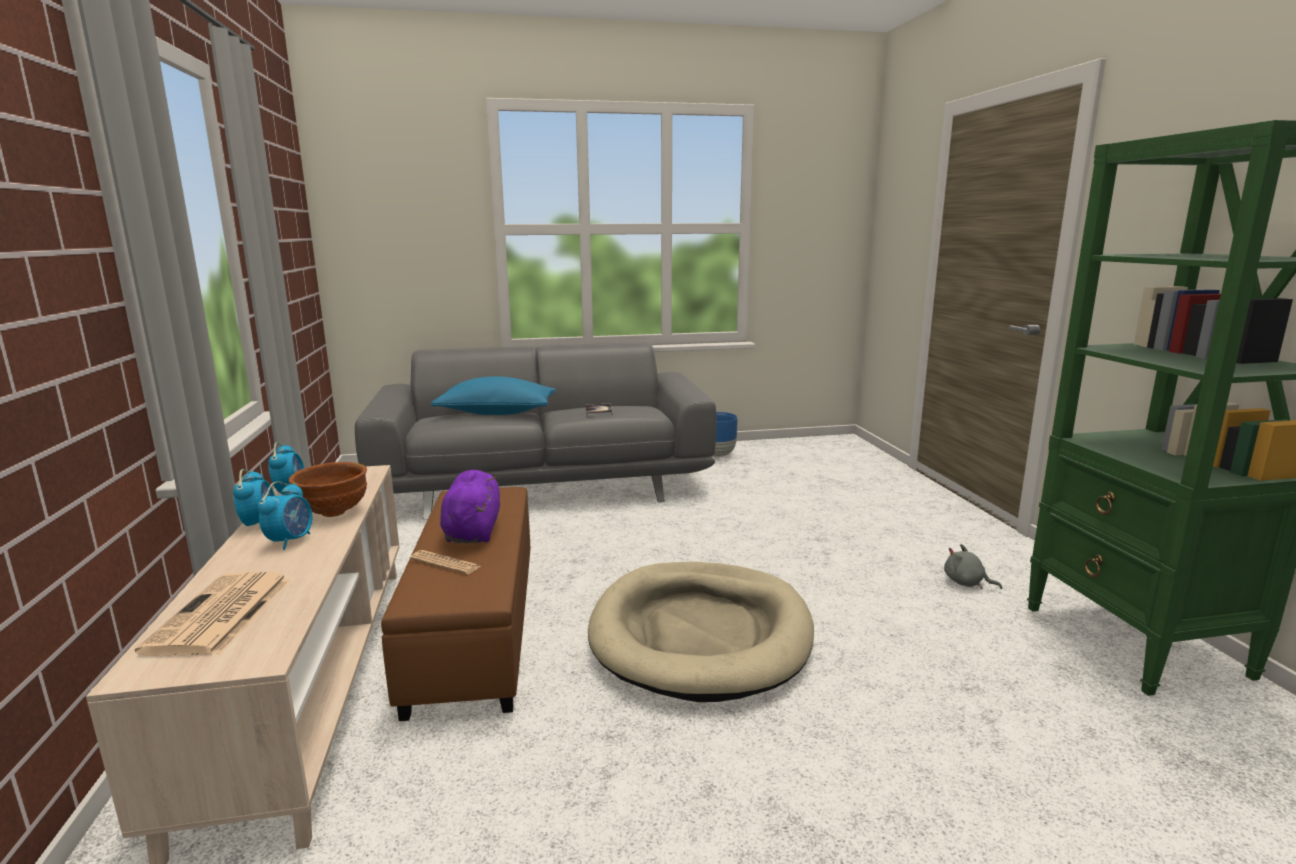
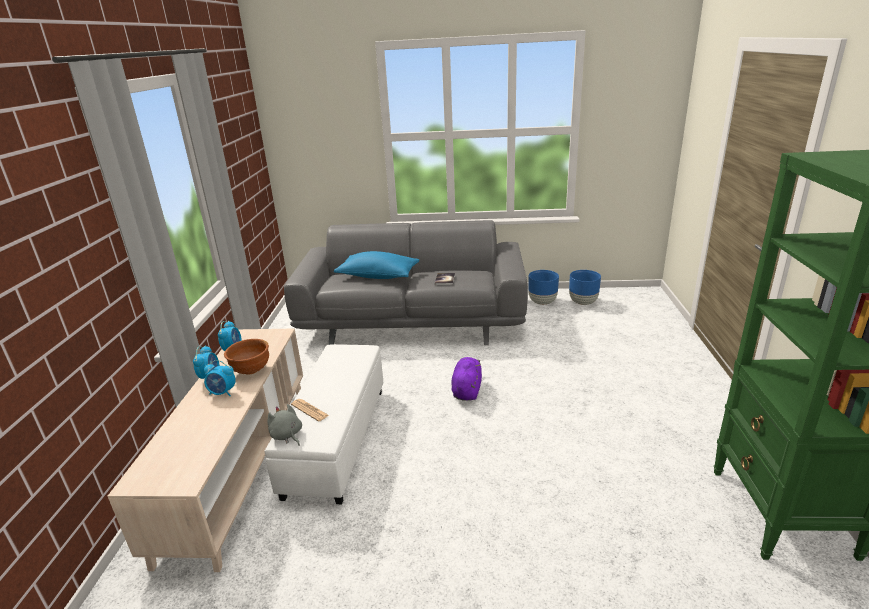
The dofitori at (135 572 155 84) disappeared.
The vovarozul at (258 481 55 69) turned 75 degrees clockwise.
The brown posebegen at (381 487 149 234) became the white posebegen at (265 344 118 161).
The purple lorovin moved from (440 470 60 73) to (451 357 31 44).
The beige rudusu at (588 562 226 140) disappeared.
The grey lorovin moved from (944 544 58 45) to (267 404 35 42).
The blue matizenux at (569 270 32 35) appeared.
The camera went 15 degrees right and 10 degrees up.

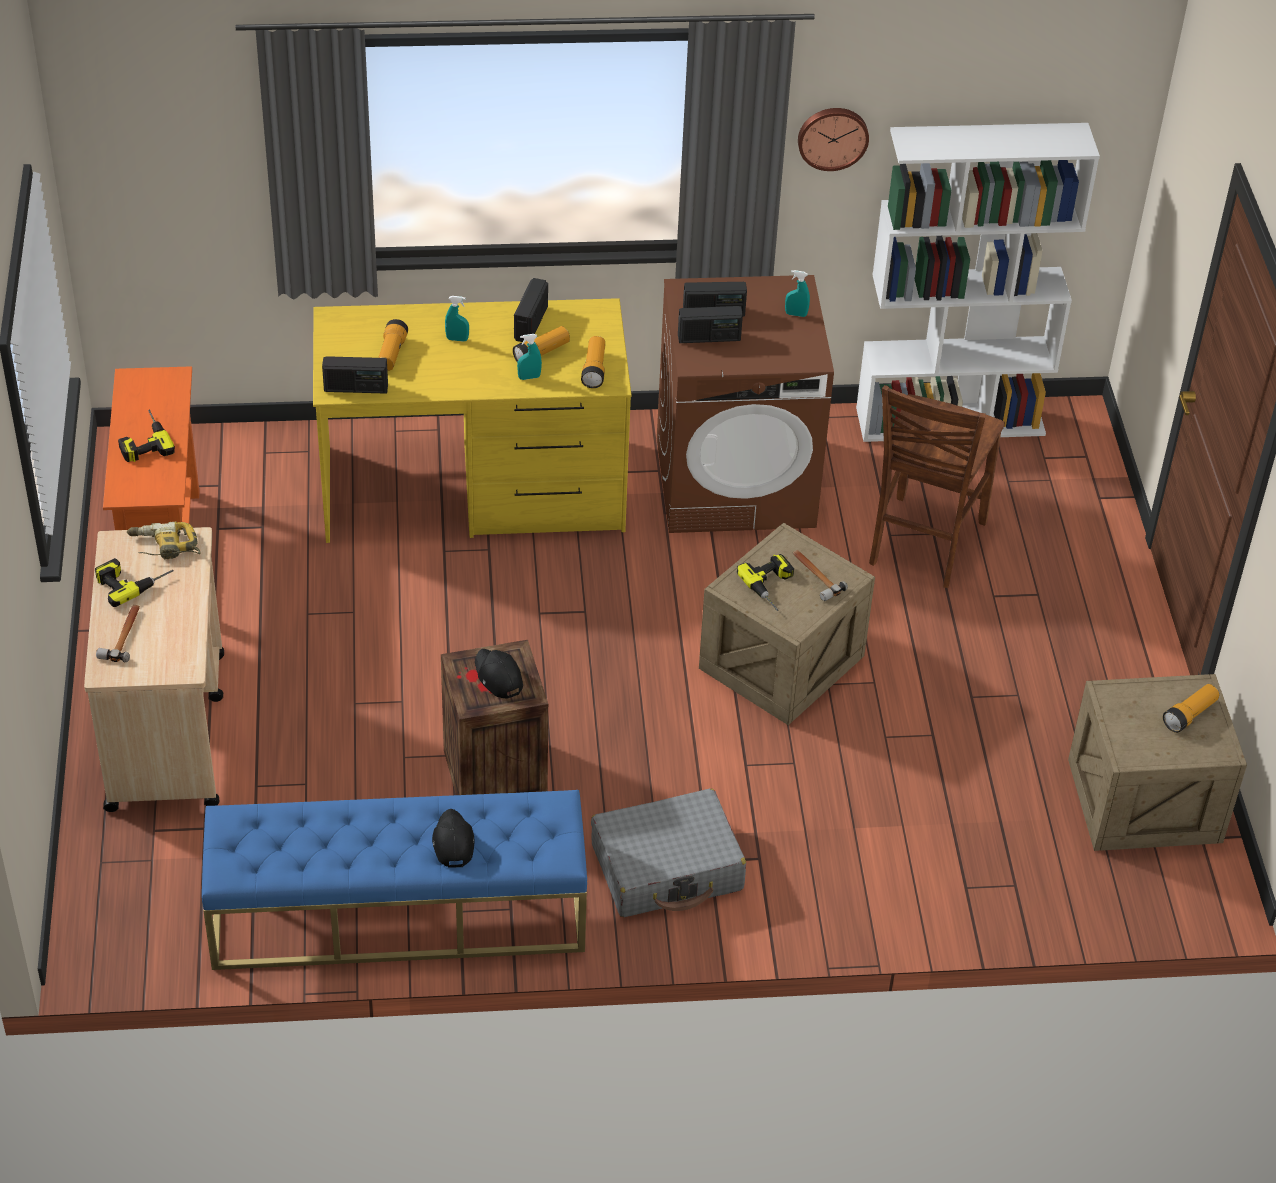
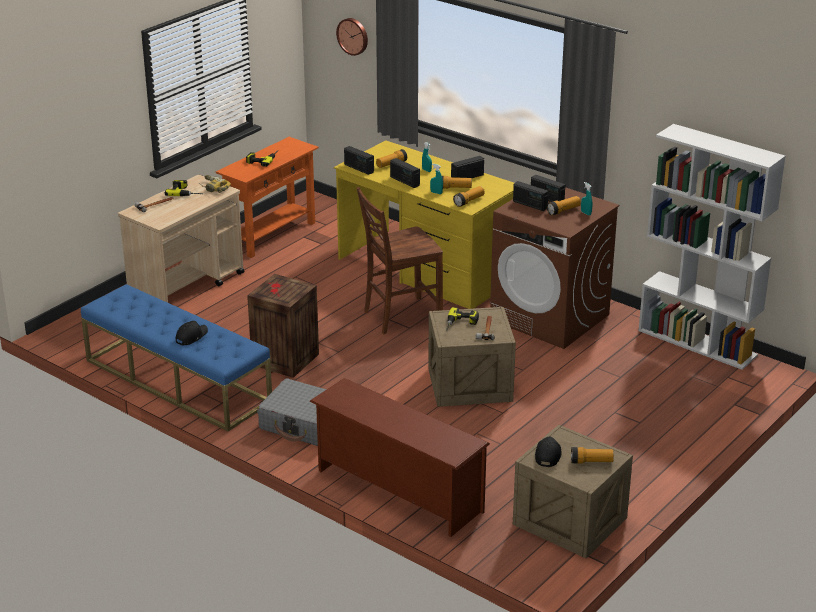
The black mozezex moved from (475 649 48 50) to (535 436 27 31).
The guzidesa moved from (798 108 71 63) to (336 18 32 38).
The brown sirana moved from (869 385 136 203) to (357 187 86 147).
The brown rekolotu at (309 378 181 159) appeared.
The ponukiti at (390 158 30 30) appeared.
The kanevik at (547 196 34 19) appeared.
The camera went 45 degrees right and 15 degrees down.

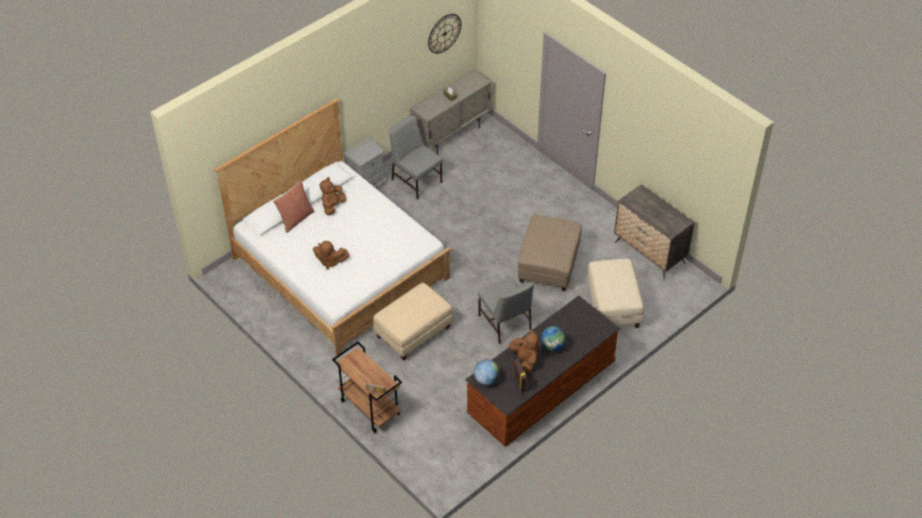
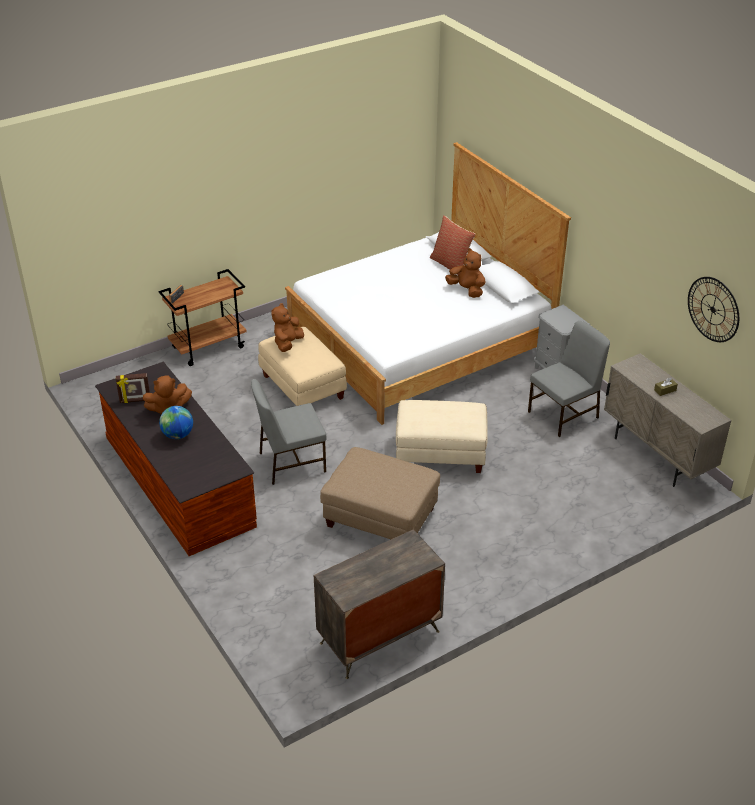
The brown lorovin moved from (313 241 36 28) to (271 303 33 49).
The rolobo at (474 360 26 25) disappeared.
The beige posebegen moved from (587 259 57 69) to (396 400 92 73).
The camera went 100 degrees right and 10 degrees down.

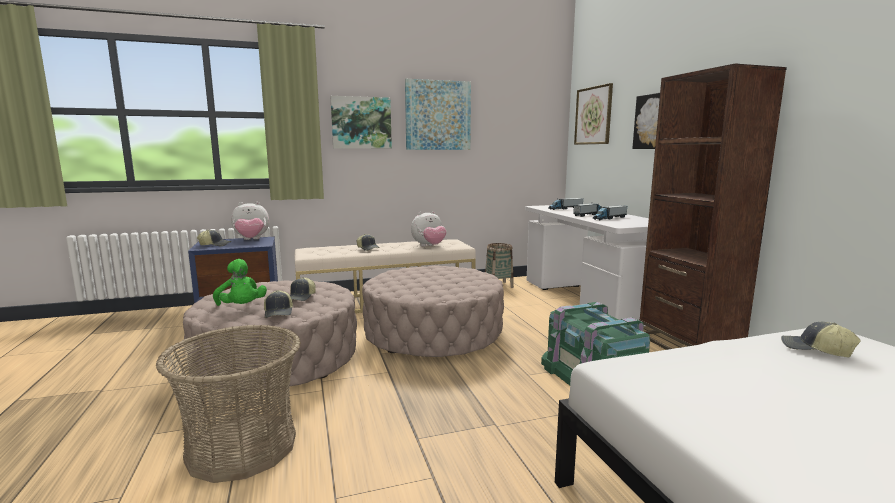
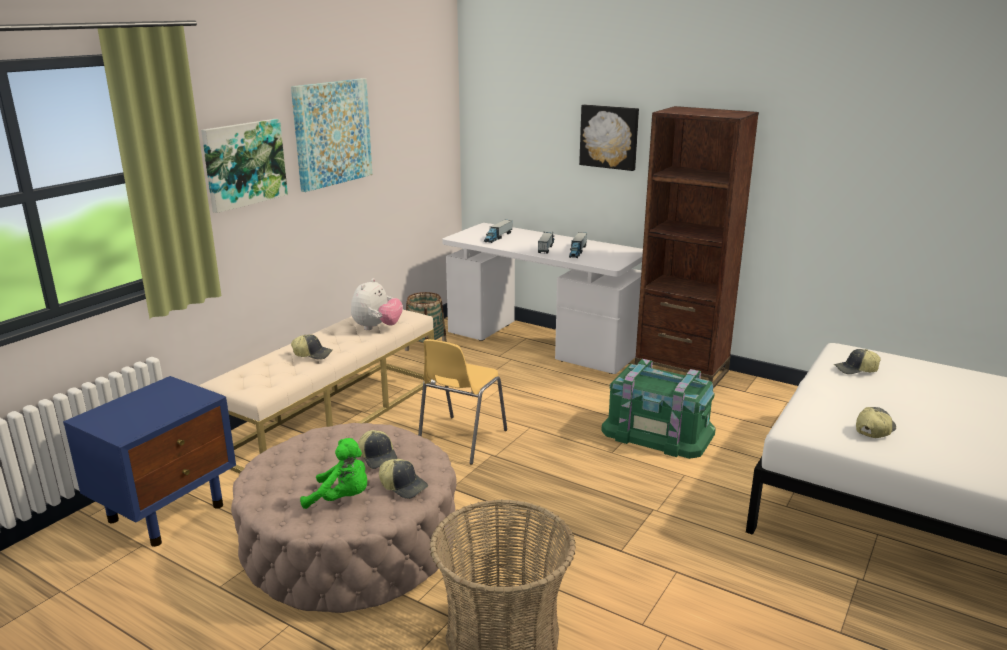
The mozezex moved from (197 230 34 16) to (856 407 40 31).
The lorovin at (231 202 38 38) disappeared.
The beige posebegen at (362 265 142 92) was replaced by the yellow sirana at (418 339 89 126).
The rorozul at (574 83 39 62) disappeared.
The camera went 40 degrees left and 10 degrees up.

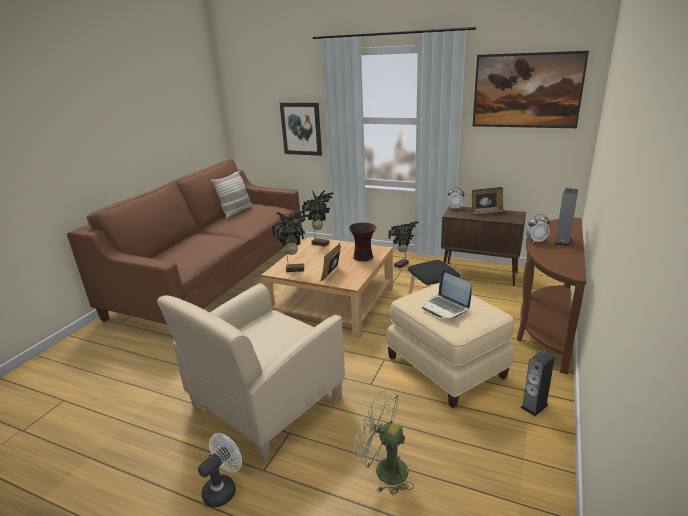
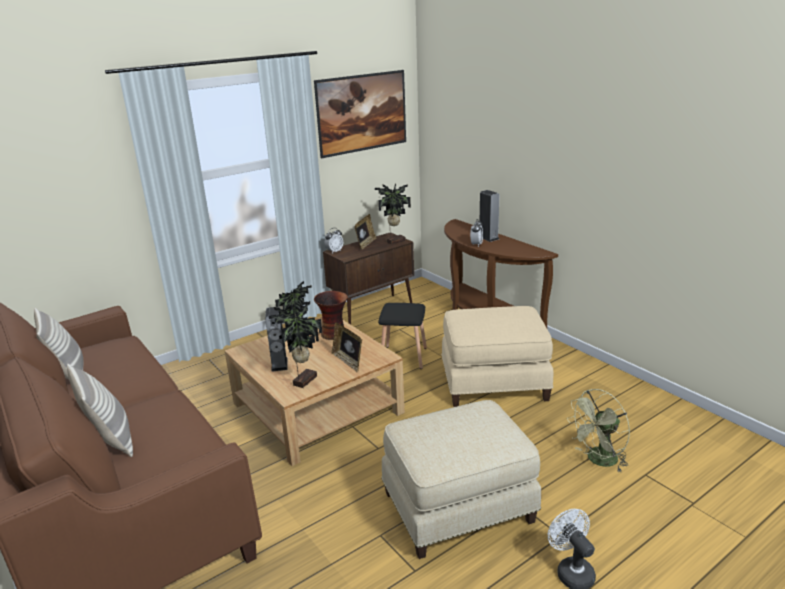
The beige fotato at (157 283 188 178) was replaced by the beige posebegen at (381 400 160 159).
The rorozul at (280 102 42 54) disappeared.
The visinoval moved from (302 190 31 57) to (375 184 36 61).
The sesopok at (422 270 50 48) disappeared.
The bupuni moved from (521 350 34 66) to (265 307 23 65).
The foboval at (67 363 66 94) appeared.
The camera went 60 degrees left and 0 degrees up.

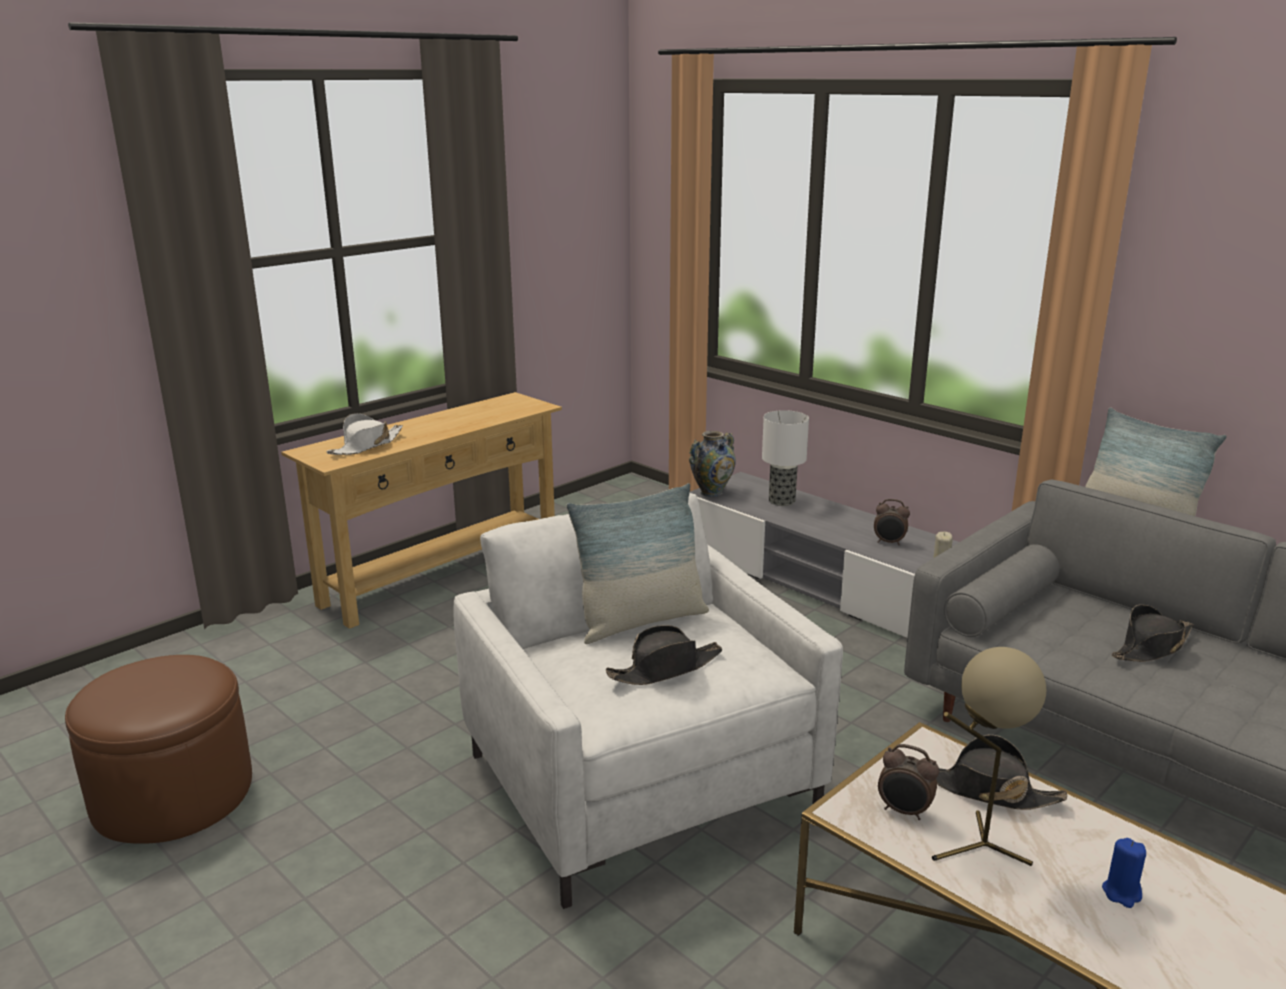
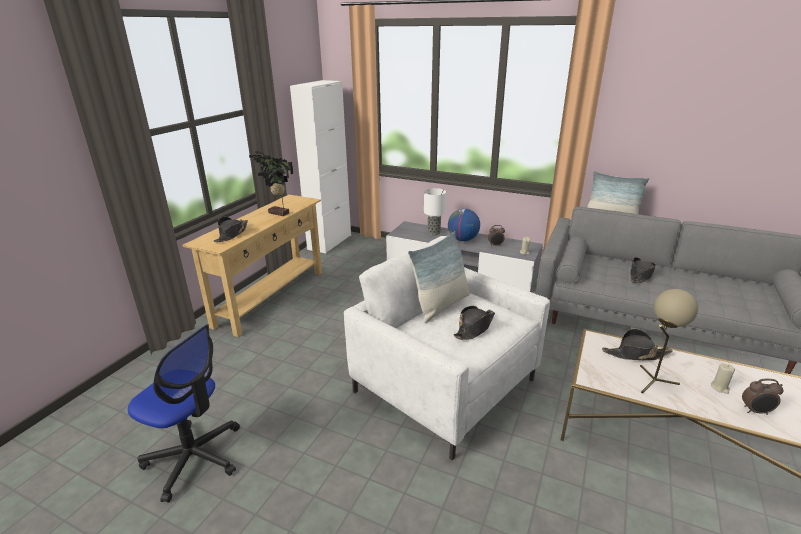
The brown posebegen at (65 655 187 189) was replaced by the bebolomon at (128 324 112 178).
The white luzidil at (327 413 76 42) became the black luzidil at (214 217 34 25).
The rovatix at (689 431 47 66) disappeared.
The vovarozul moved from (878 744 61 76) to (742 379 42 36).
The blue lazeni at (1102 838 44 70) became the beige lazeni at (711 363 24 31).
The visinoval at (249 151 44 65) appeared.
The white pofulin at (290 80 61 174) appeared.
The rolobo at (448 209 32 32) appeared.
The camera went 20 degrees left and 5 degrees up.

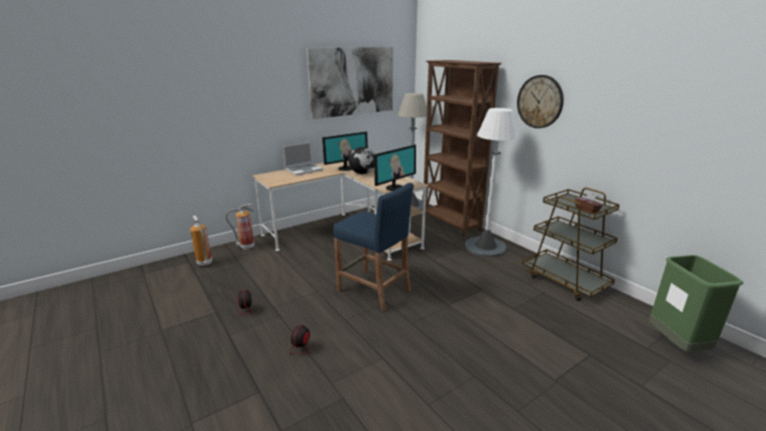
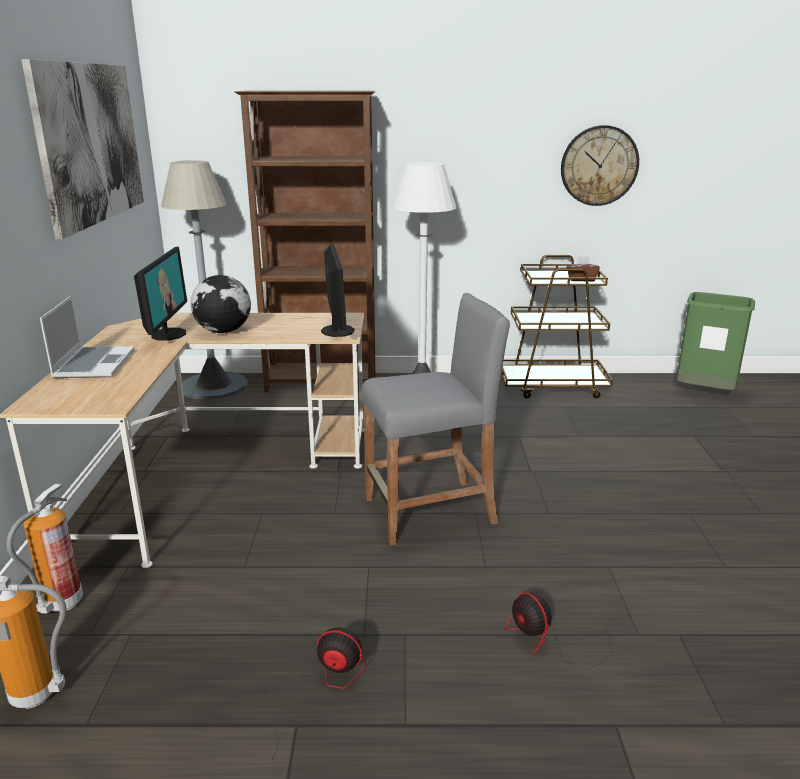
The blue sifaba at (333 183 81 128) became the grey sifaba at (362 293 148 252).
The guzidesa moved from (517 75 47 53) to (561 125 78 81).
The camera went 55 degrees left and 0 degrees up.

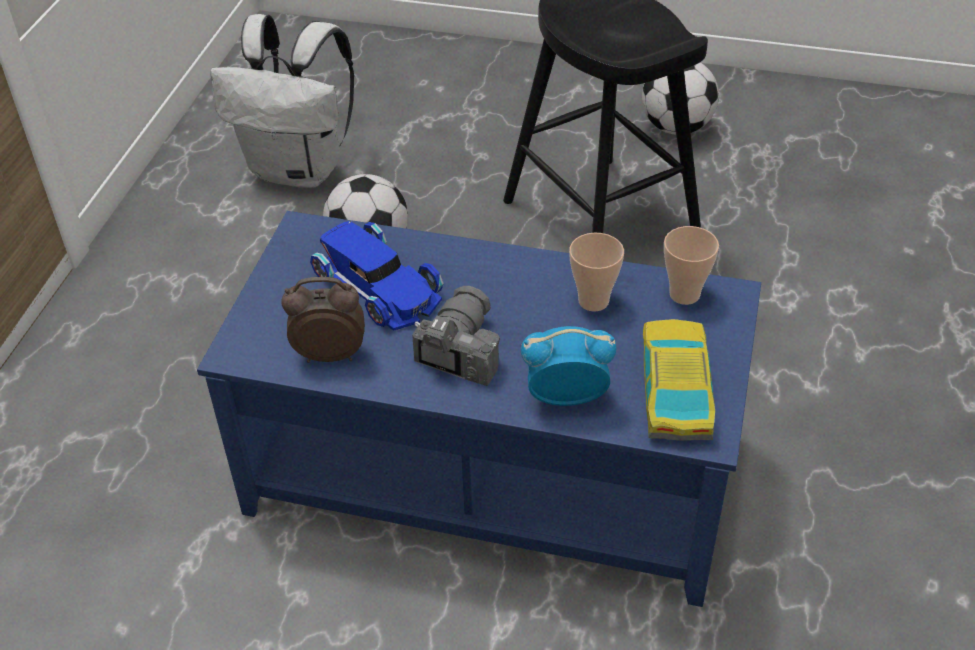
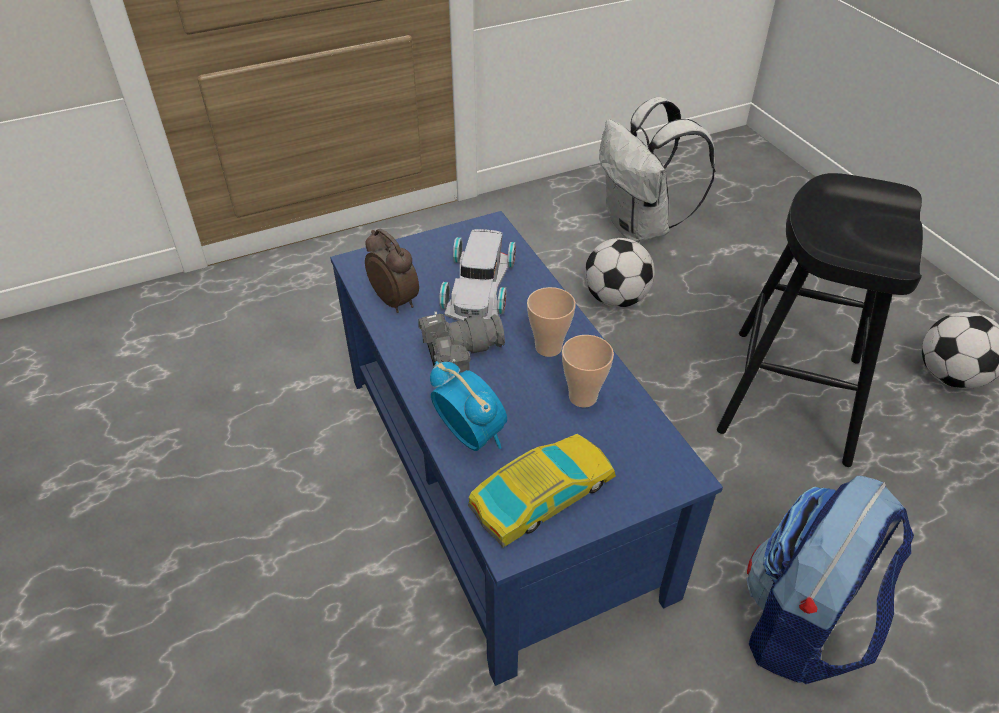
The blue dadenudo at (310 221 134 110) became the white dadenudo at (439 229 77 93).
The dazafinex moved from (664 226 55 79) to (527 287 49 70).
The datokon at (747 476 167 208) appeared.
The camera went 50 degrees right and 0 degrees up.

